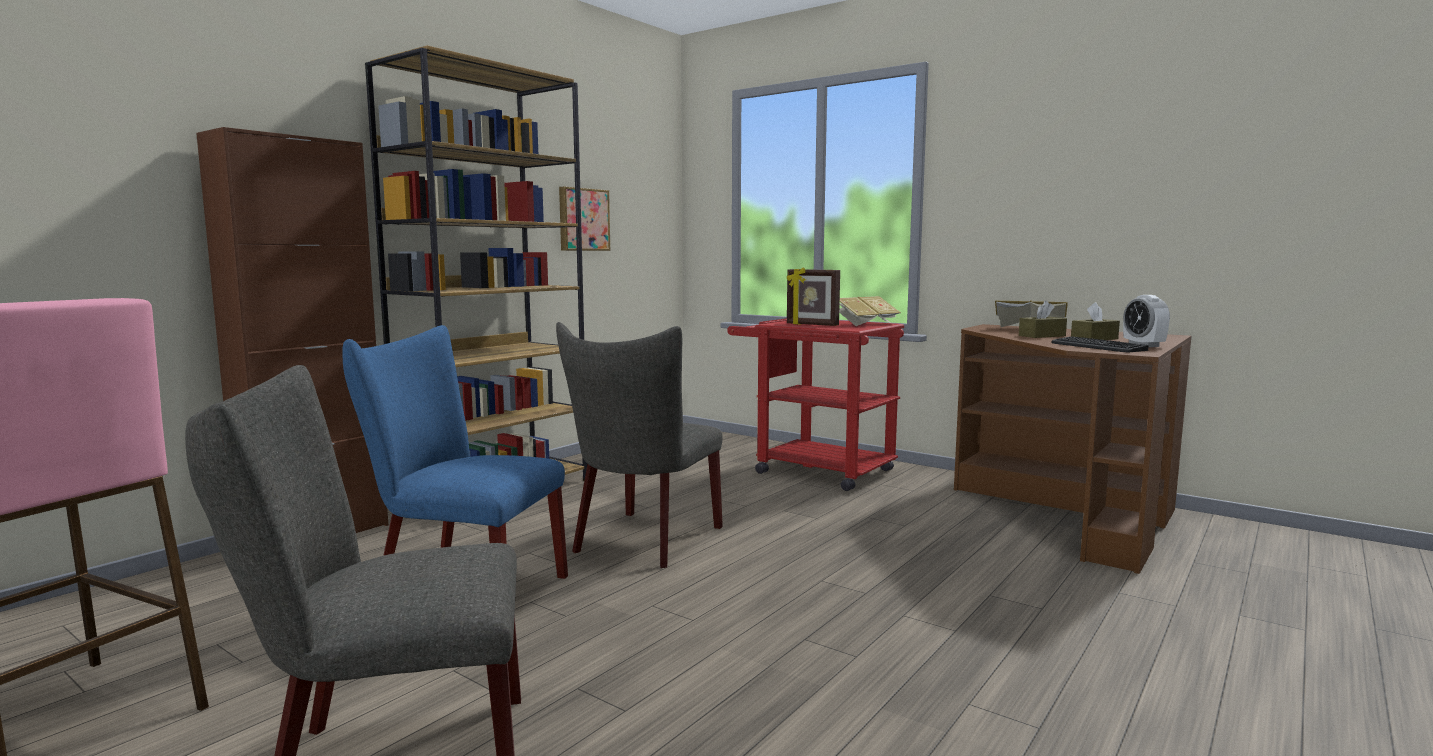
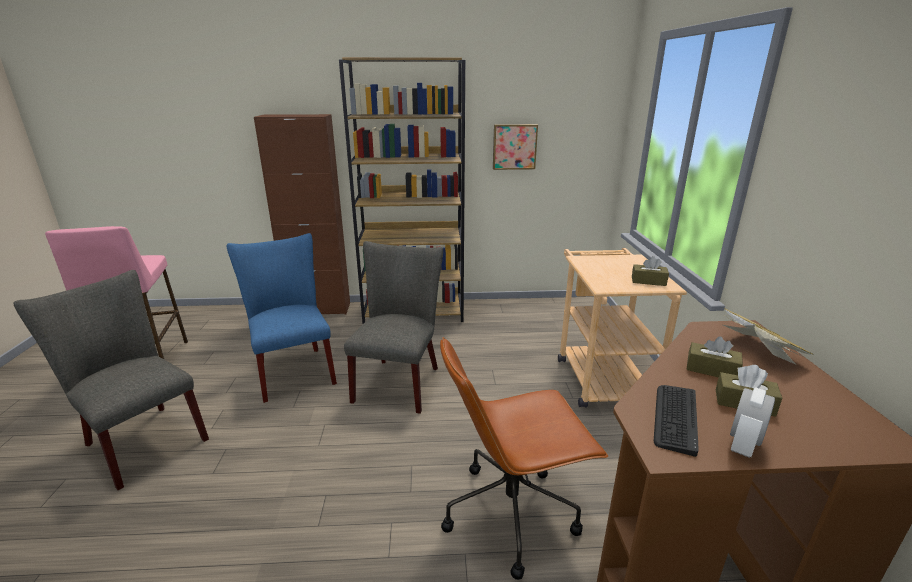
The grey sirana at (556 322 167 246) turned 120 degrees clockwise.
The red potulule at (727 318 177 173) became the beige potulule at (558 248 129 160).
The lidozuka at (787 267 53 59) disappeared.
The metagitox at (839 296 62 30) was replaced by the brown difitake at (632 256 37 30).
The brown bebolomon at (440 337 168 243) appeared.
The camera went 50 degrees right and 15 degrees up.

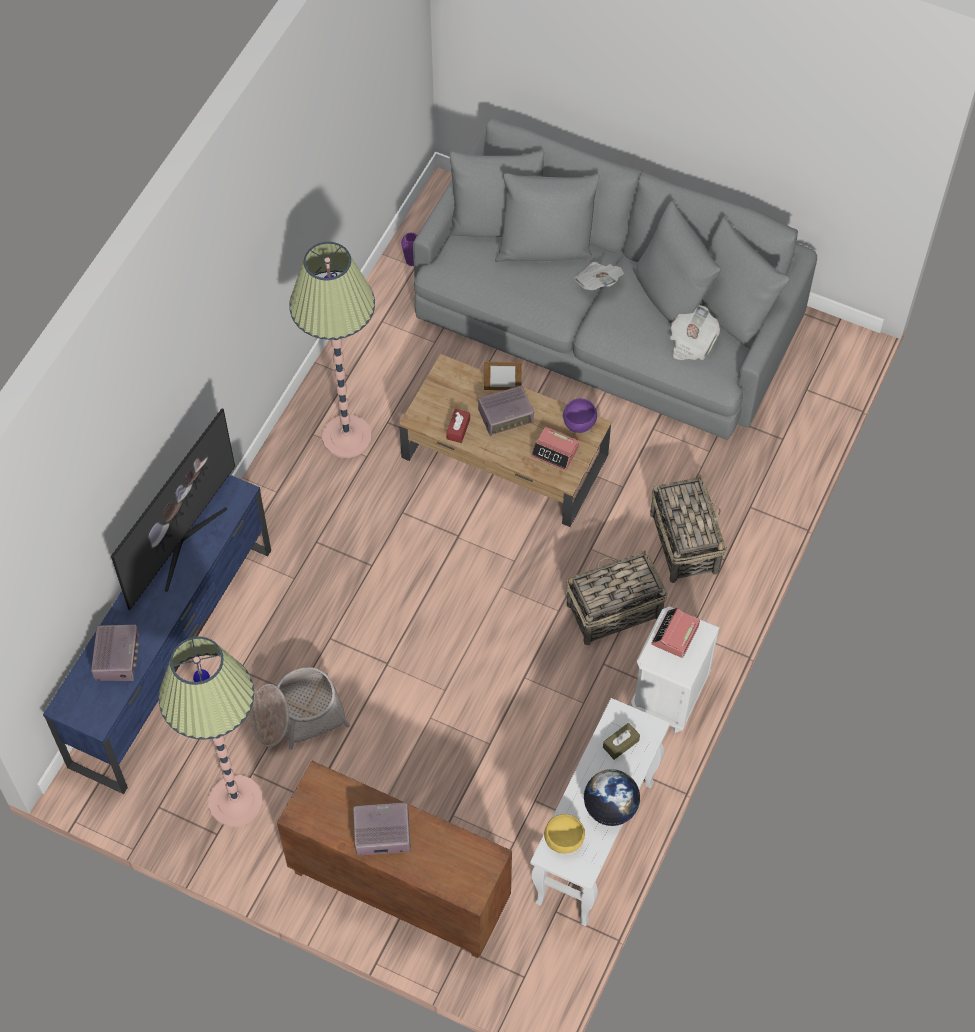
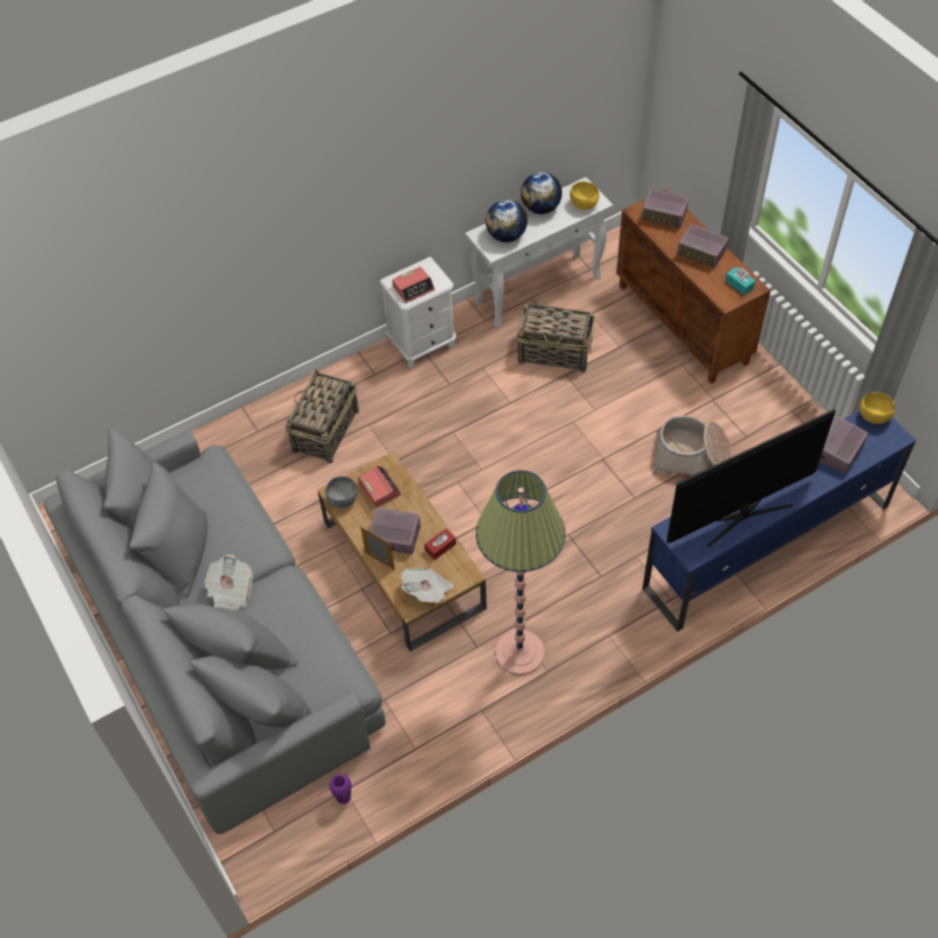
The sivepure at (158 637 105 190) disappeared.
The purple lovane at (563 398 34 35) became the grey lovane at (325 476 33 32).
The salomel moved from (566 550 101 95) to (516 304 79 69).
The brown difitake at (603 723 37 37) was replaced by the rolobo at (486 200 42 42).
The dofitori moved from (670 305 50 55) to (401 568 53 35).
The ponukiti at (642 189 47 40) appeared.
The turquoise difitake at (725 267 31 28) appeared.
The yellow lovane at (860 392 35 32) appeared.
The camera went 145 degrees left and 5 degrees down.

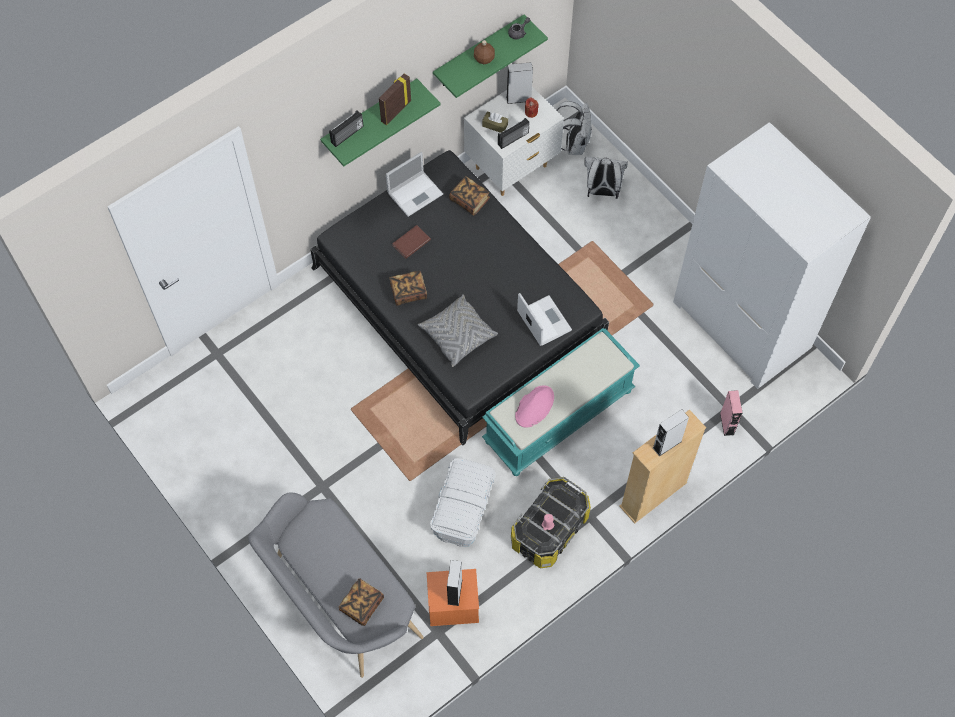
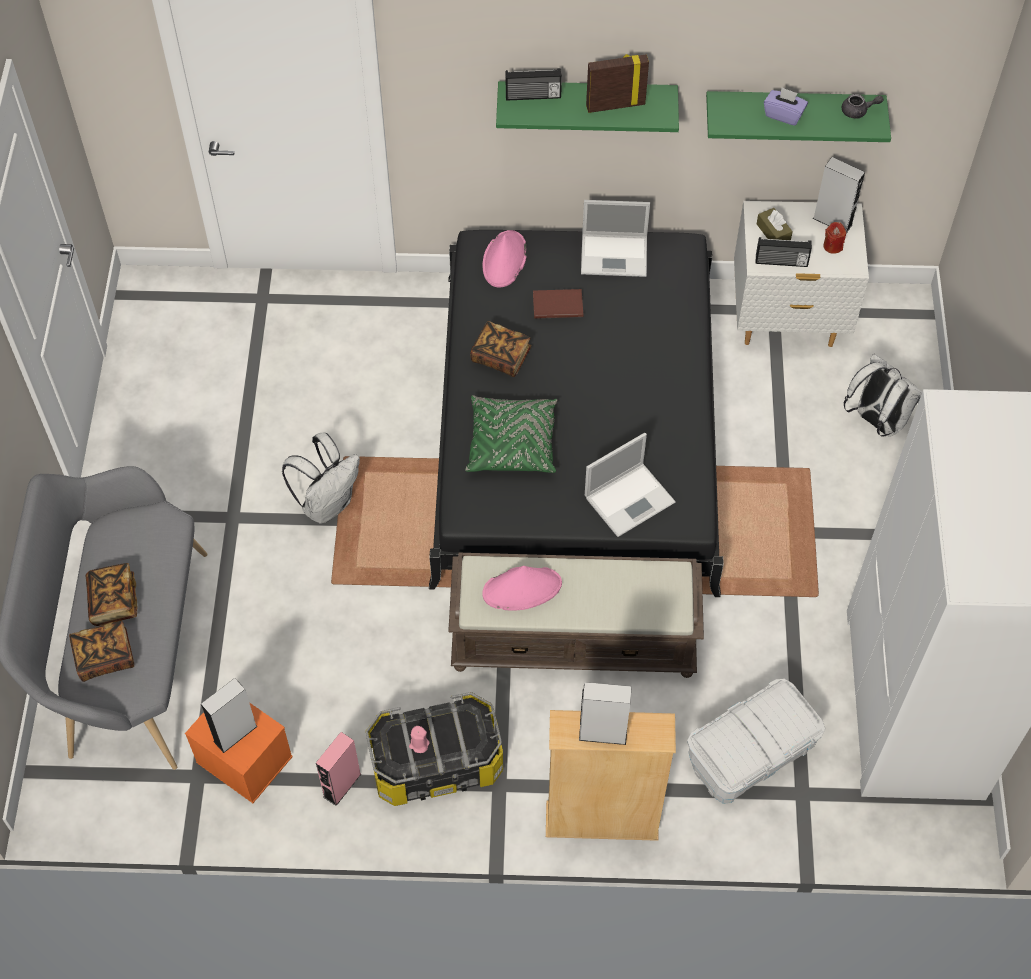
The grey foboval at (418 295 80 72) became the green foboval at (465 395 92 78).
The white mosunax moved from (430 458 65 89) to (687 679 139 125).
The metagitox moved from (449 176 41 40) to (86 563 52 63).
The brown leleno at (474 40 21 24) was replaced by the purple difitake at (764 87 44 39).
The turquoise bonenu at (482 328 158 148) became the brown bonenu at (448 552 256 126).
The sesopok at (517 293 55 53) turned 45 degrees clockwise.
The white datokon moved from (556 101 36 54) to (282 433 78 91).
The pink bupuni moved from (720 390 23 46) to (316 732 45 74).
The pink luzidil at (483 230 44 58) appeared.
The camera went 40 degrees right and 5 degrees down.

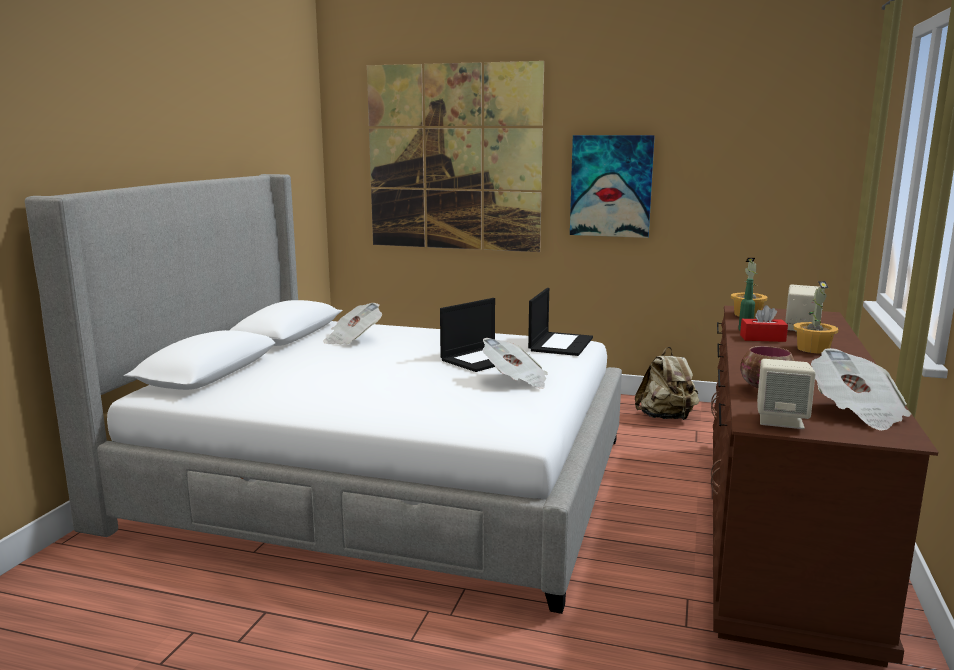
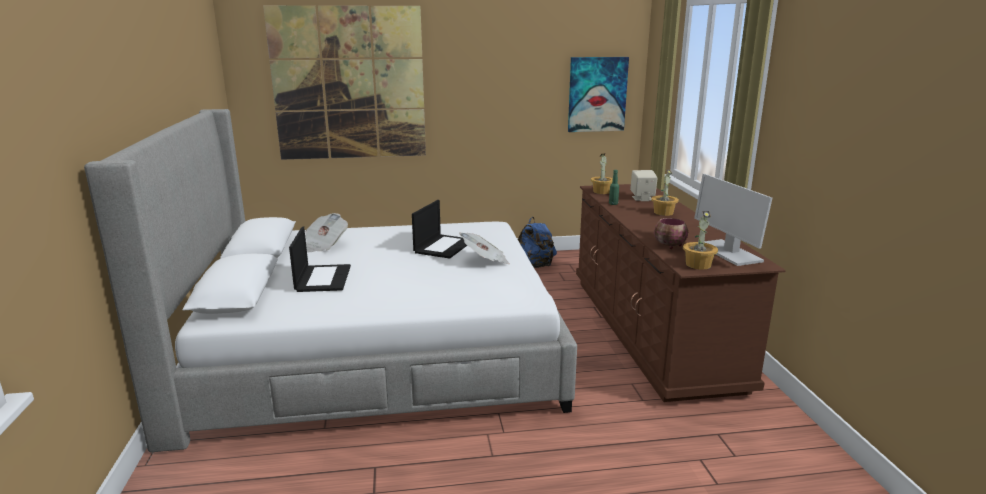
The sesopok moved from (528 288 65 68) to (289 227 62 65).
The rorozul moved from (570 135 85 103) to (568 57 61 75).
The beige datokon at (635 347 64 73) became the blue datokon at (518 217 39 51).
The red difitake at (740 305 48 37) disappeared.
The beige bupuni at (757 359 59 70) was replaced by the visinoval at (683 211 35 59).
The dofitori at (811 348 100 83) was replaced by the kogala at (694 174 78 92).
The camera went 25 degrees left and 5 degrees up.

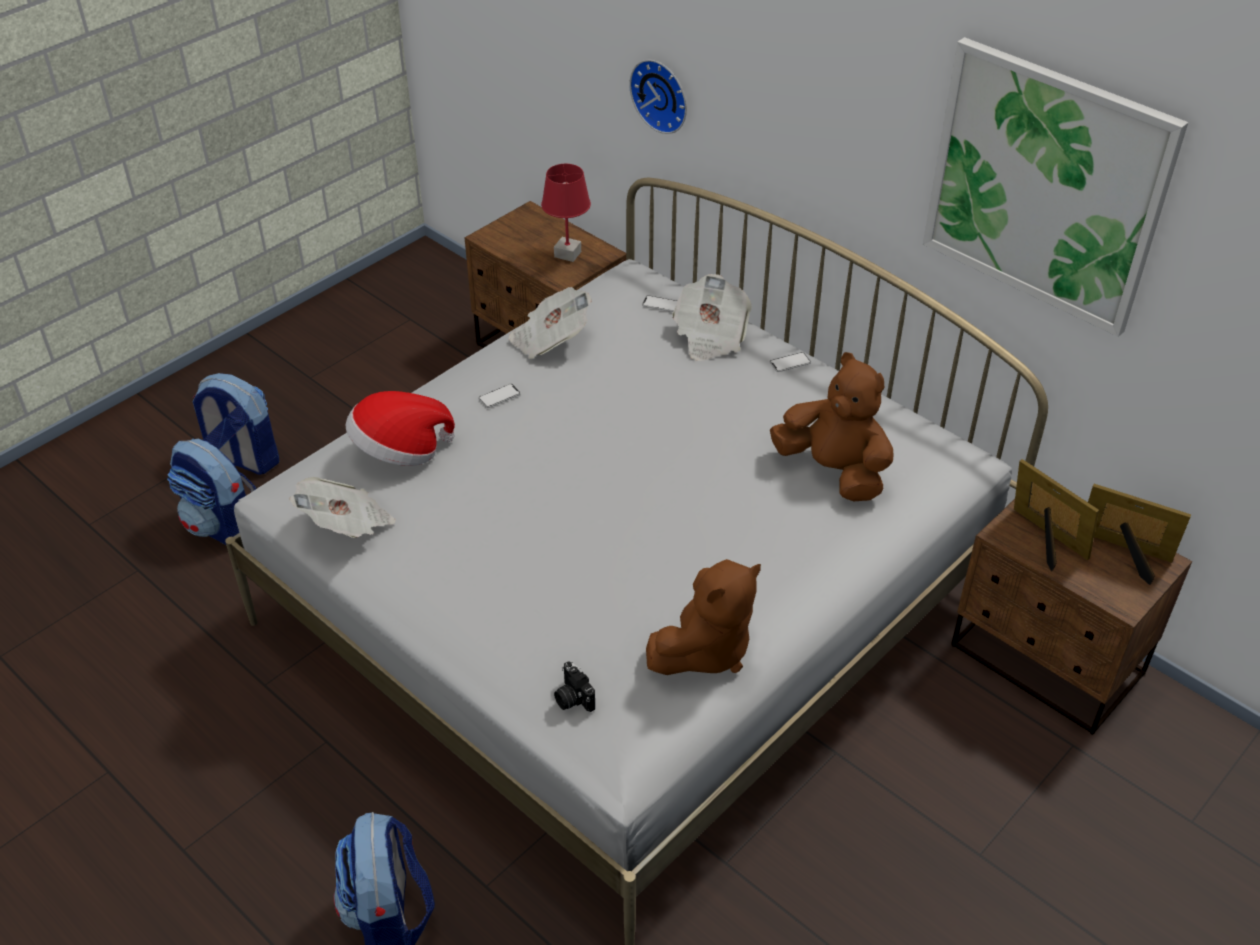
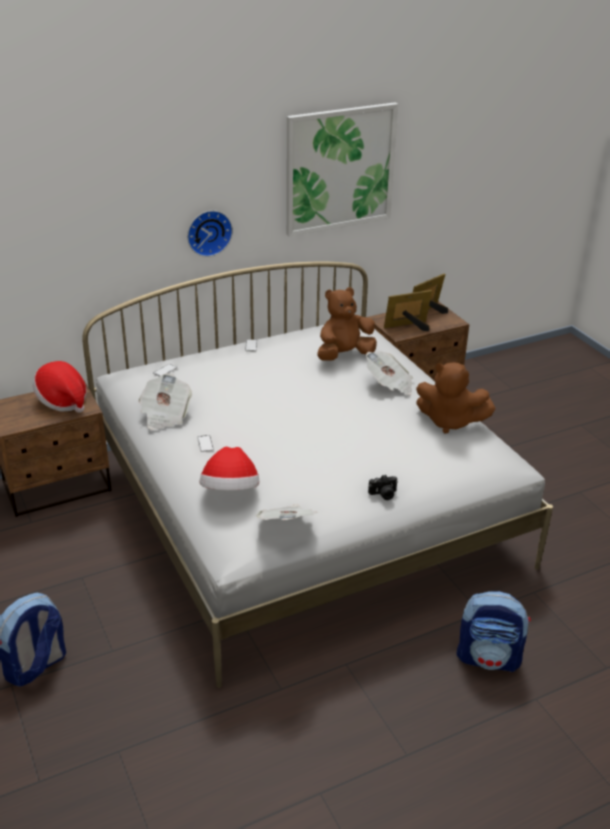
The datokon at (167 439 89 106) disappeared.
The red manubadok at (541 164 50 98) was replaced by the luzidil at (33 361 54 52).
The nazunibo moved from (554 661 41 51) to (368 475 30 25).
The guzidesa moved from (629 60 58 74) to (187 211 46 46).
The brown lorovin at (646 559 115 116) turned 135 degrees clockwise.
The dofitori moved from (672 274 80 87) to (366 351 47 44).
The camera went 70 degrees left and 10 degrees down.

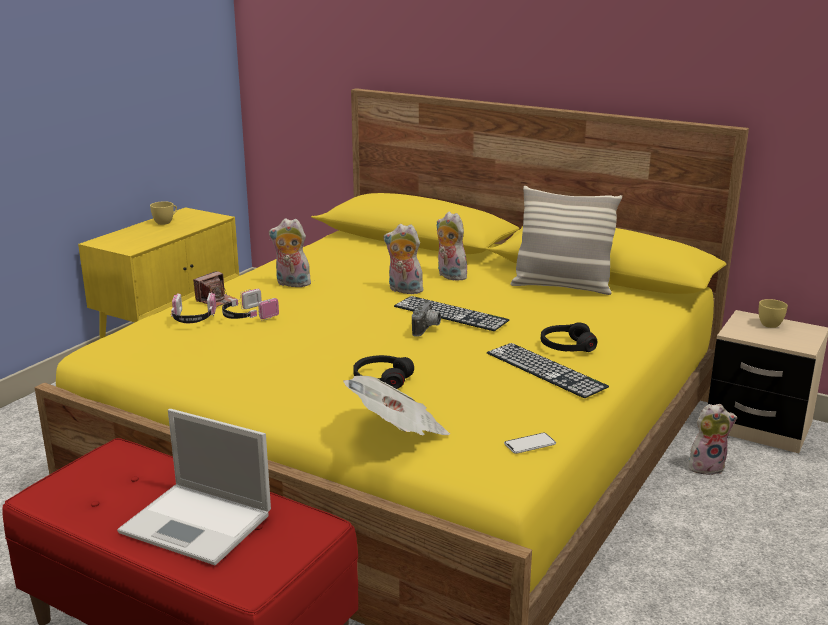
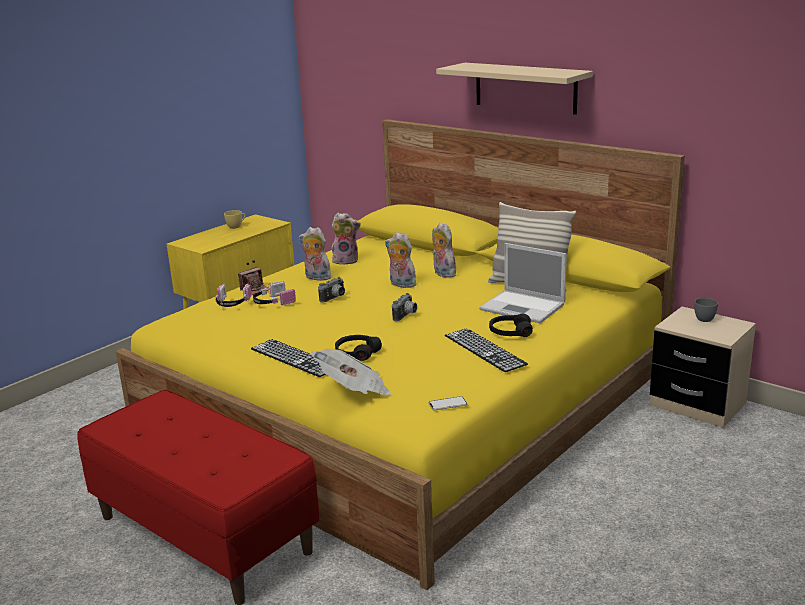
The sesopok moved from (117 409 154 156) to (479 243 88 80).
The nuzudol moved from (394 296 115 35) to (251 339 74 38).
The lorovin moved from (689 404 48 71) to (331 213 30 52).
The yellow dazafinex at (759 299 29 29) became the grey dazafinex at (694 298 24 24).
The nazunibo at (318 277 27 26) appeared.
The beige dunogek at (436 63 157 52) appeared.
The camera went 10 degrees right and 0 degrees up.

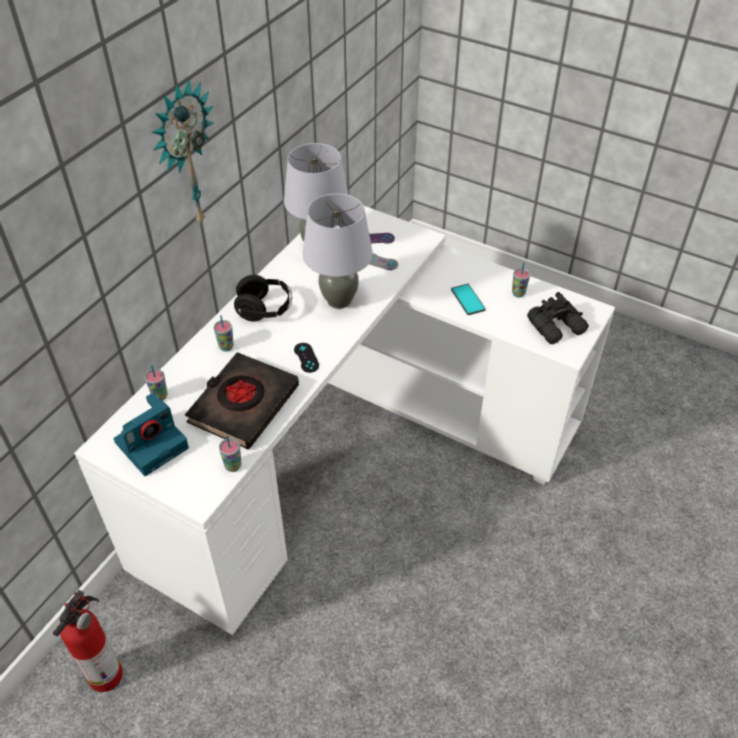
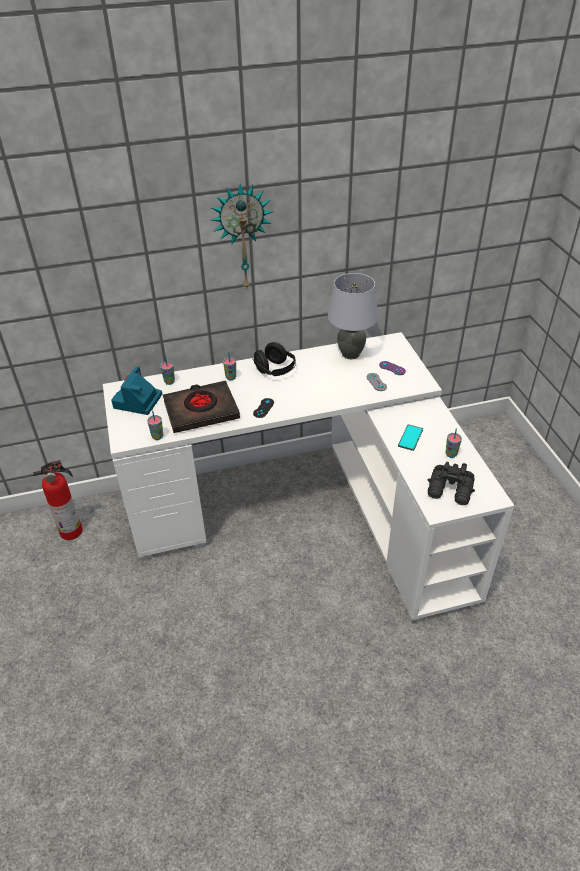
The nazunibo at (114 393 75 83) turned 105 degrees clockwise.
The grey manubadok at (303 193 70 116) disappeared.
The camera went 45 degrees right and 5 degrees down.

